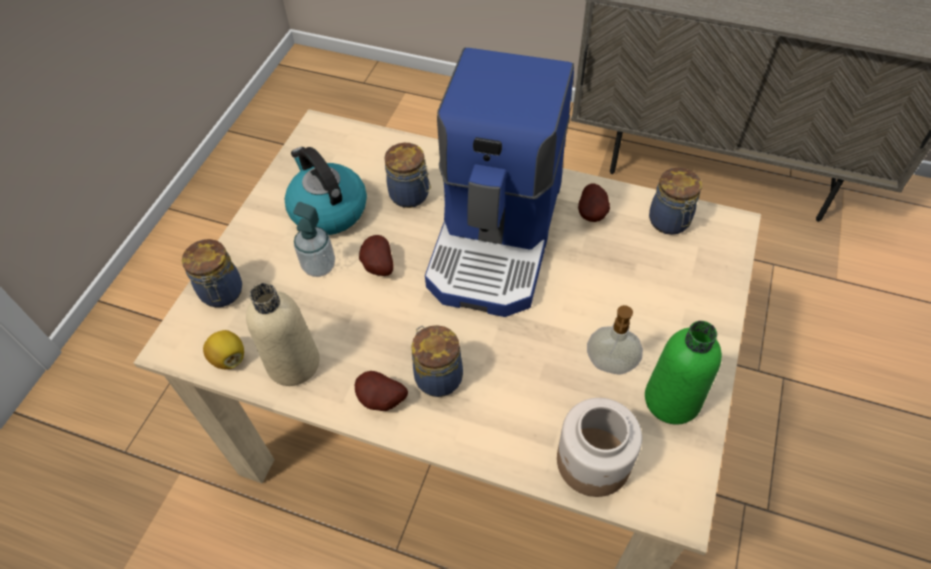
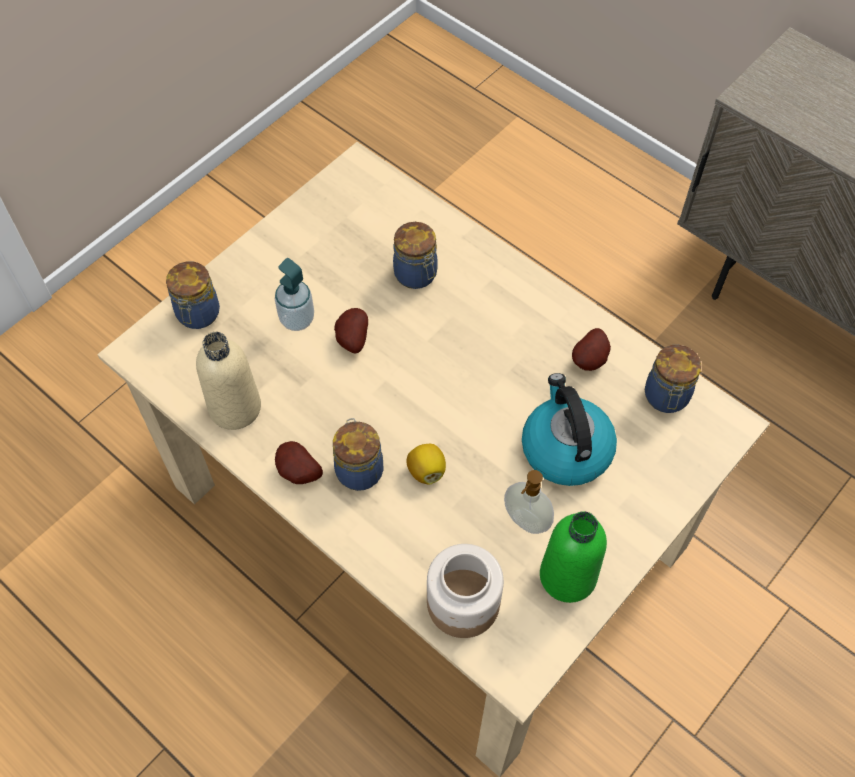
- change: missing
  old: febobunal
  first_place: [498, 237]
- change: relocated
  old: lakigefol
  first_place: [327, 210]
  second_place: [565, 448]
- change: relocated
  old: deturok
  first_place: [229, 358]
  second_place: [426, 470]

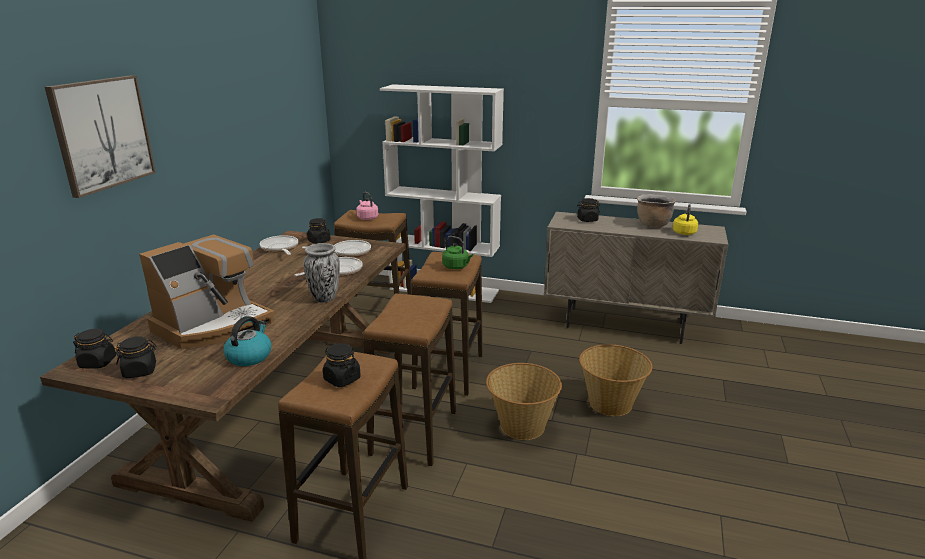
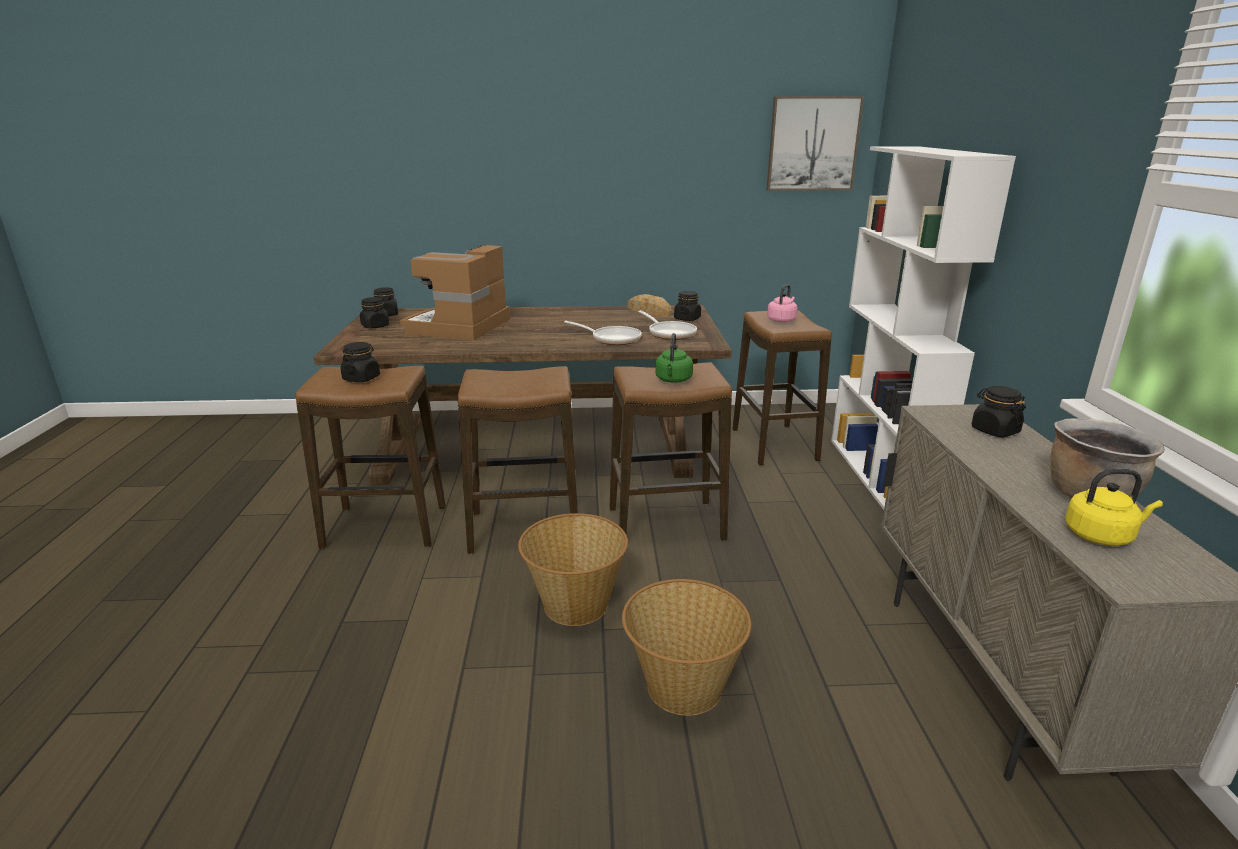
- change: relocated
  old: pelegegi
  first_place: [102, 134]
  second_place: [813, 144]
- change: spun
  old: febobunal
  first_place: [213, 325]
  second_place: [459, 327]
  degrees: 90
- change: exchanged
  old: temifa
  new: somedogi
  first_place: [280, 248]
  second_place: [649, 311]
- change: missing
  old: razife
  first_place: [324, 298]
- change: missing
  old: lakigefol
  first_place: [249, 356]

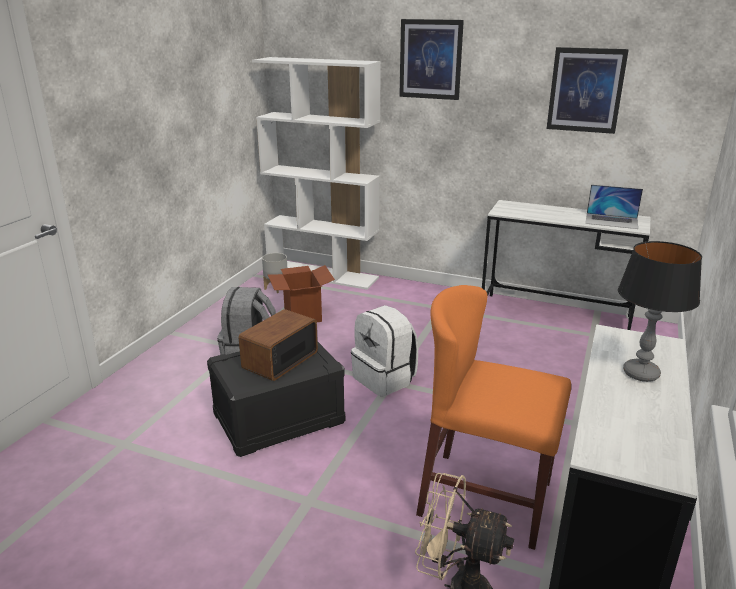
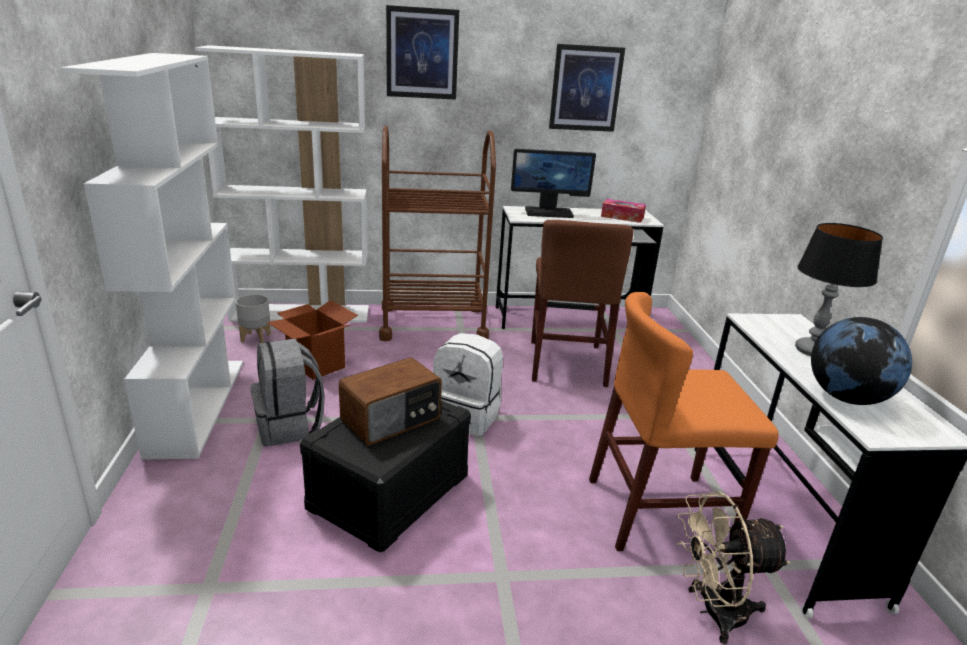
- change: exchanged
  old: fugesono
  new: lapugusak
  first_place: [611, 221]
  second_place: [622, 217]
- change: spun
  old: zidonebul
  first_place: [279, 360]
  second_place: [392, 420]
  degrees: -135
- change: appeared
  new: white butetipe
  second_place: [197, 405]
- change: appeared
  new: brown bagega
  second_place: [433, 323]
- change: appeared
  new: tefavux
  second_place: [549, 212]
- change: appeared
  new: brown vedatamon
  second_place: [566, 362]
- change: appeared
  new: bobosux
  second_place: [846, 398]

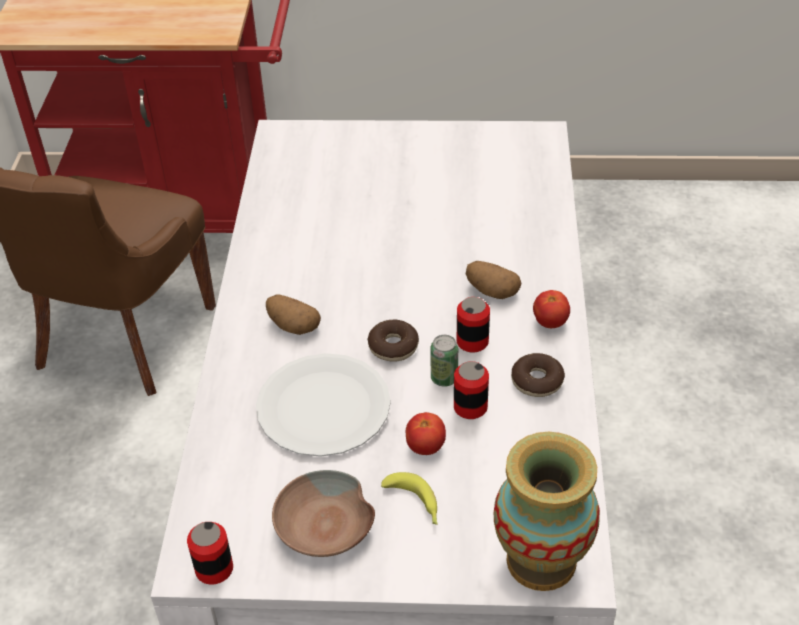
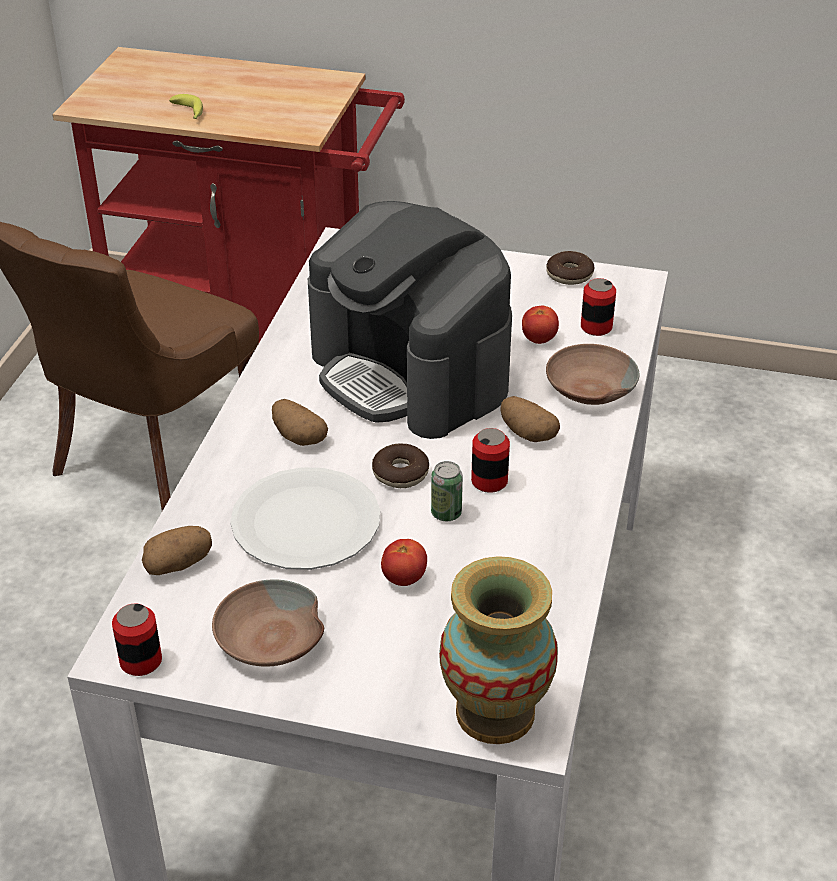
- change: relocated
  old: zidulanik
  first_place: [550, 322]
  second_place: [539, 339]
- change: relocated
  old: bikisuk
  first_place: [537, 381]
  second_place: [569, 275]
- change: relocated
  old: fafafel
  first_place: [470, 407]
  second_place: [596, 327]
- change: relocated
  old: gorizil
  first_place: [415, 504]
  second_place: [189, 113]
- change: appeared
  new: febobunal
  second_place: [411, 373]
- change: appeared
  new: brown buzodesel
  second_place: [588, 388]
- change: appeared
  new: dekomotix
  second_place: [179, 564]

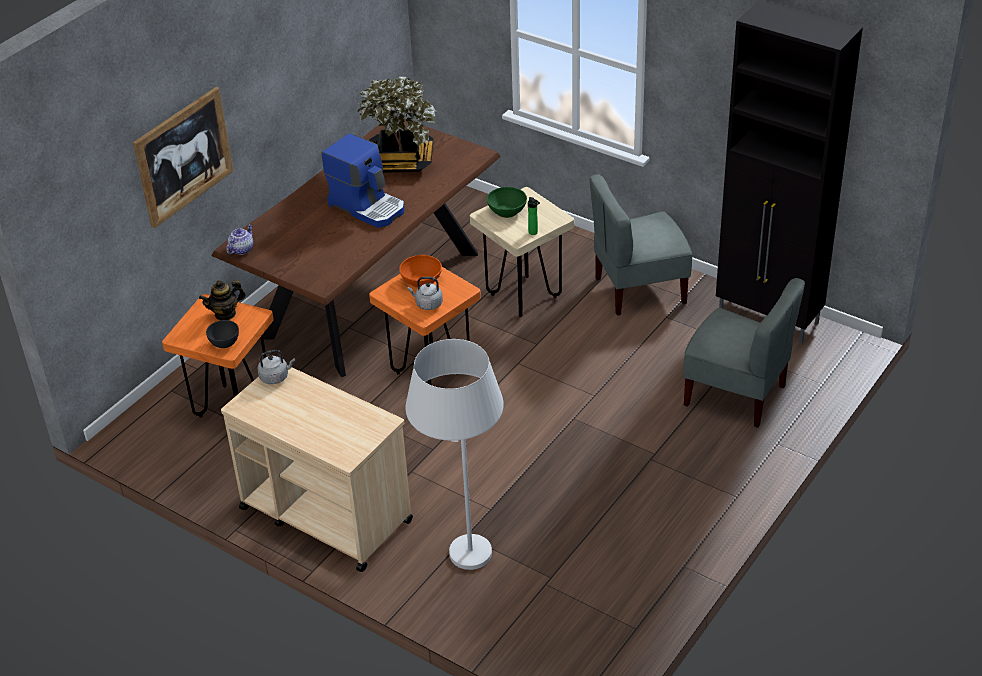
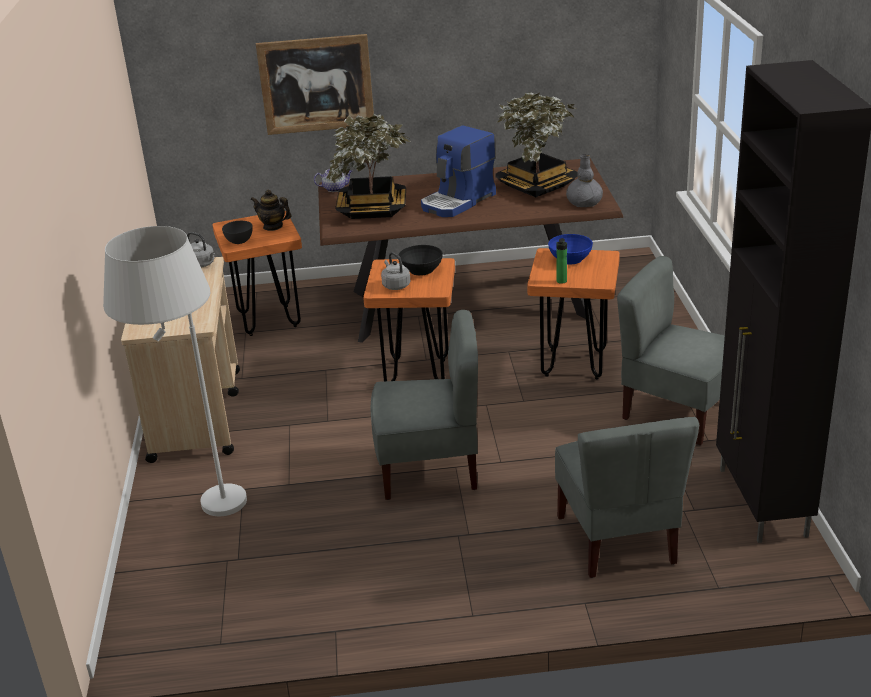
- change: spun
  old: febobunal
  first_place: [368, 206]
  second_place: [458, 201]
  degrees: 45
- change: colour
  old: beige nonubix
  new: orange nonubix
  first_place: [523, 296]
  second_place: [573, 364]
- change: colour
  old: green buzodesel
  new: blue buzodesel
  first_place: [506, 211]
  second_place: [570, 258]
- change: colour
  old: orange buzodesel
  new: black buzodesel
  first_place: [421, 280]
  second_place: [422, 269]
- change: appeared
  new: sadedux
  second_place: [372, 209]
- change: appeared
  new: grey razife
  second_place: [584, 202]
- change: appeared
  new: grey vedatamon
  second_place: [430, 469]

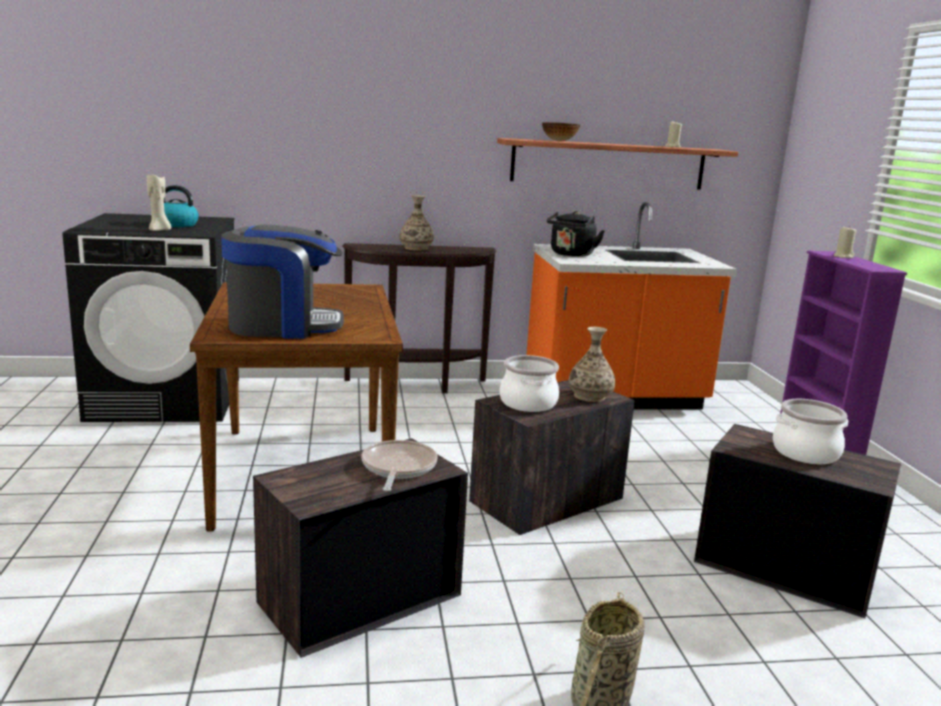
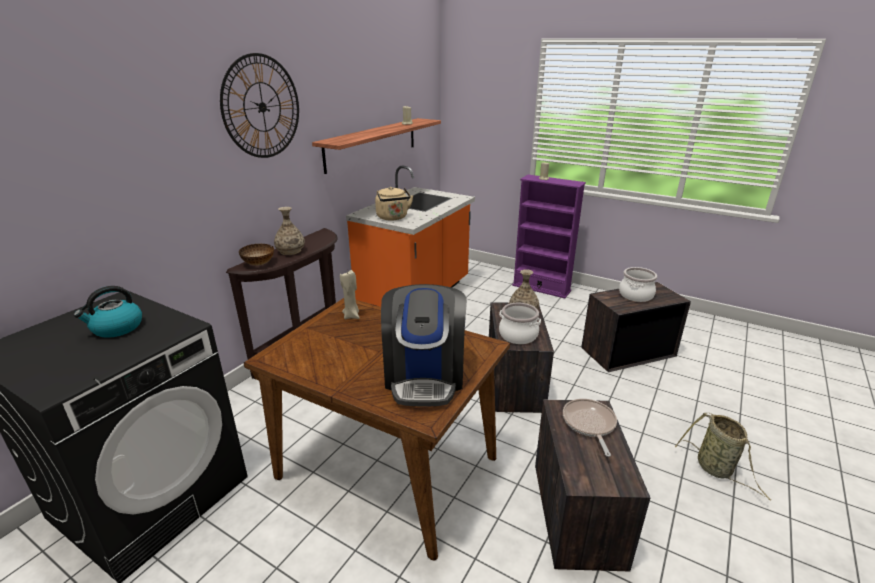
- change: relocated
  old: buzodesel
  first_place: [559, 141]
  second_place: [258, 264]
- change: relocated
  old: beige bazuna
  first_place: [159, 230]
  second_place: [351, 316]
- change: colour
  old: black lakigefol
  new: beige lakigefol
  first_place: [571, 254]
  second_place: [393, 218]
- change: spun
  old: febobunal
  first_place: [283, 326]
  second_place: [424, 376]
  degrees: 150
- change: spun
  old: temifa
  first_place: [397, 468]
  second_place: [589, 424]
  degrees: 45
- change: appeared
  new: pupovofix
  second_place: [262, 107]

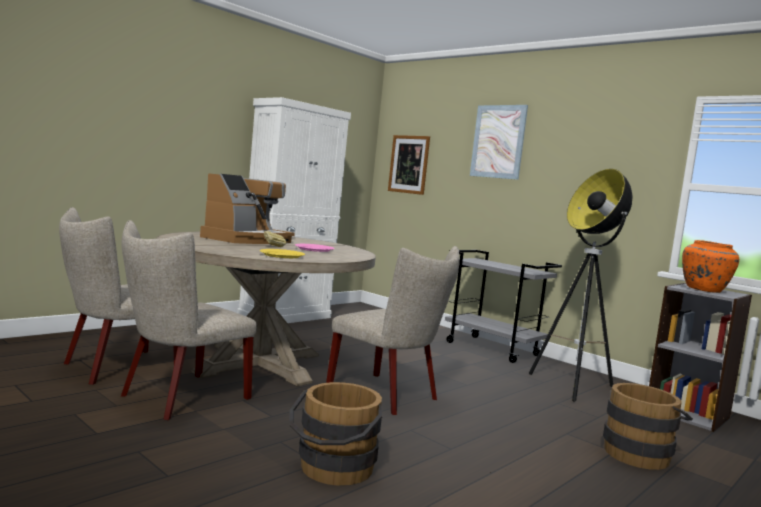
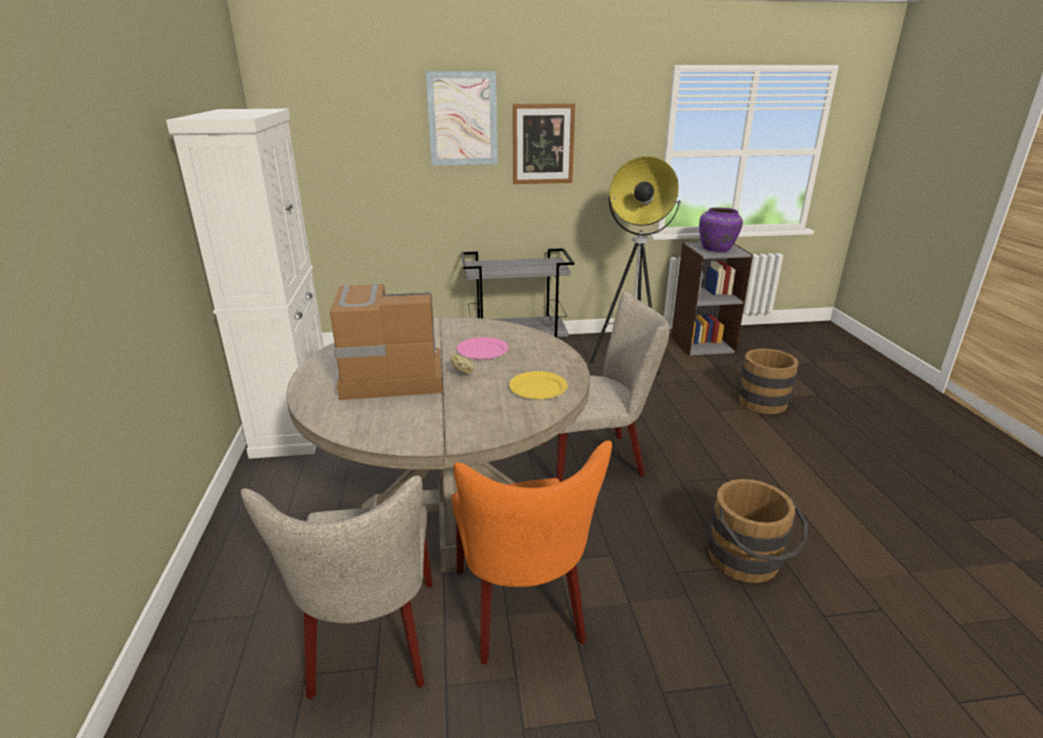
- change: relocated
  old: pelegegi
  first_place: [409, 164]
  second_place: [543, 144]
- change: spun
  old: febobunal
  first_place: [246, 239]
  second_place: [390, 376]
  degrees: -75
- change: colour
  old: beige vedatamon
  new: orange vedatamon
  first_place: [178, 398]
  second_place: [522, 611]
- change: colour
  old: orange razife
  new: purple razife
  first_place: [704, 290]
  second_place: [717, 249]

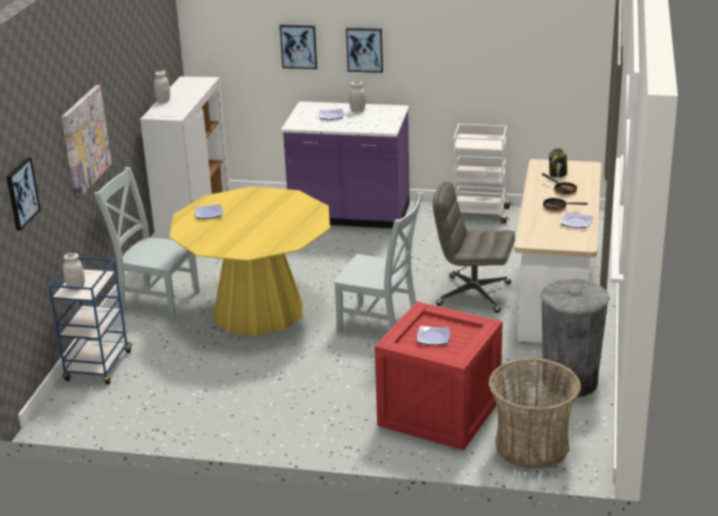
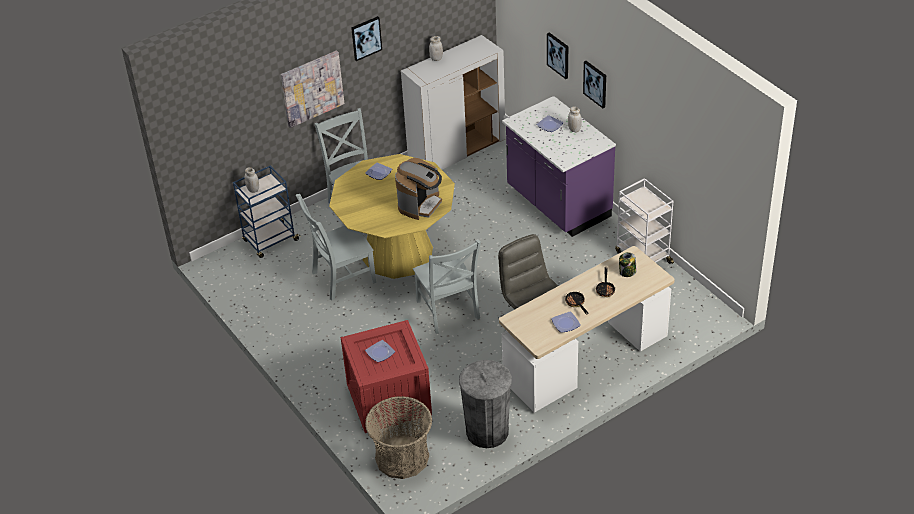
- change: relocated
  old: pelegegi
  first_place: [21, 193]
  second_place: [366, 38]
- change: appeared
  new: febobunal
  second_place: [420, 204]
- change: appeared
  new: grey vedatamon
  second_place: [341, 278]

